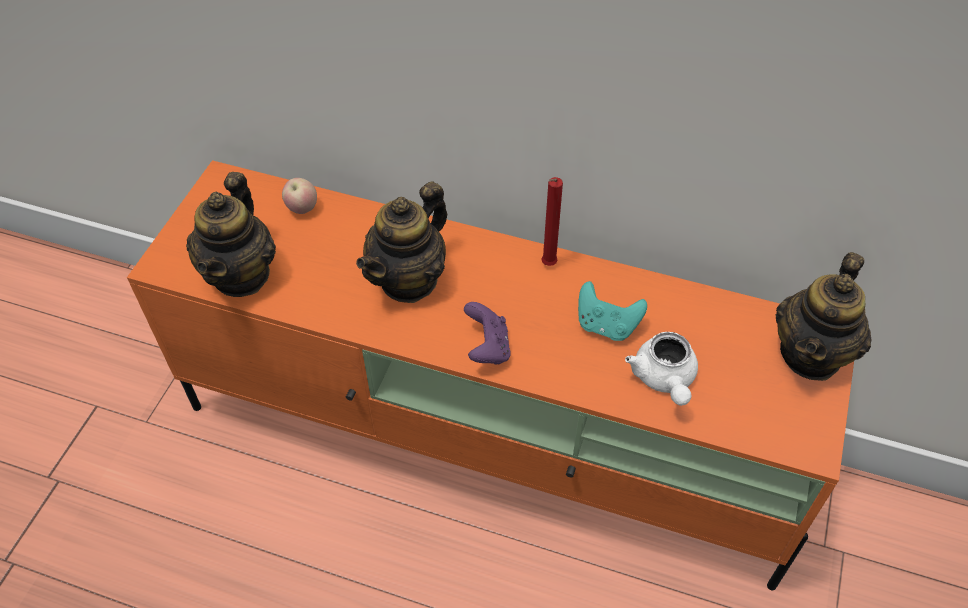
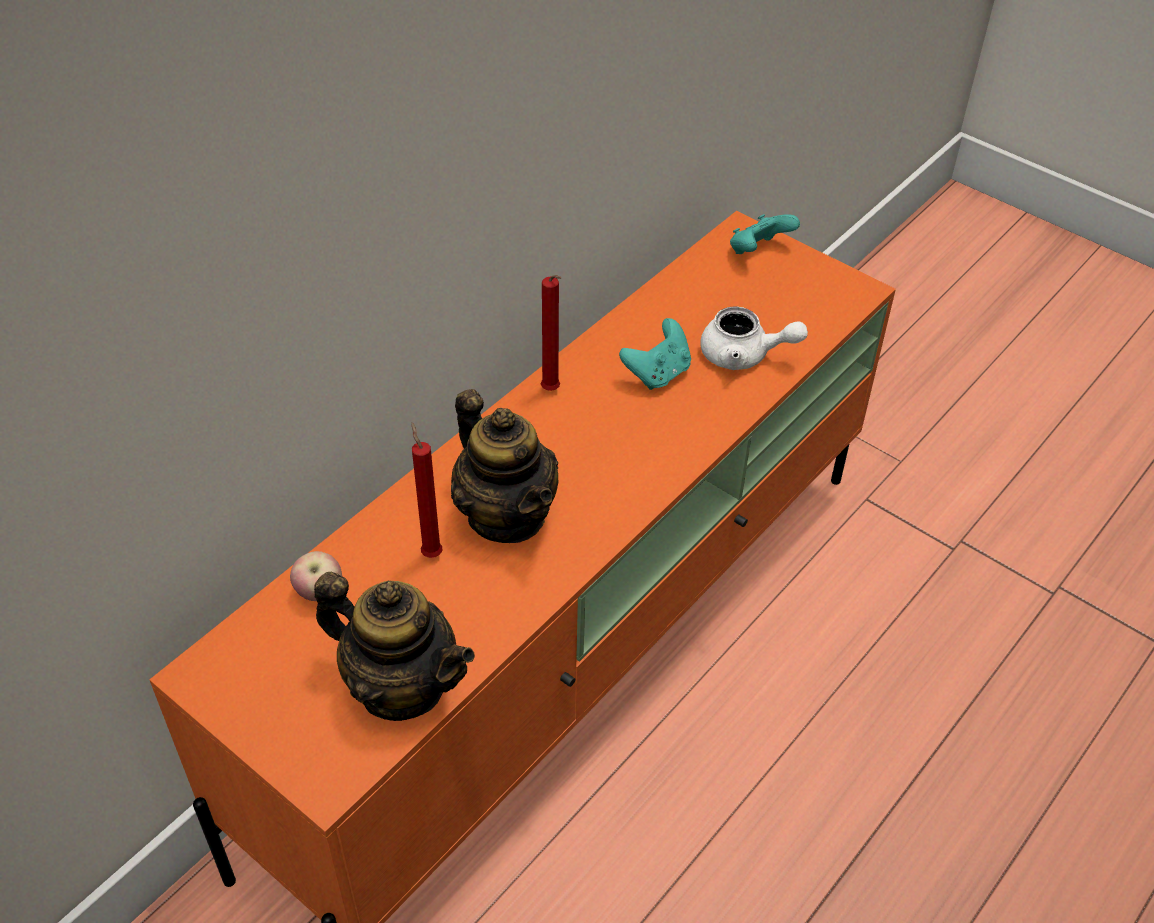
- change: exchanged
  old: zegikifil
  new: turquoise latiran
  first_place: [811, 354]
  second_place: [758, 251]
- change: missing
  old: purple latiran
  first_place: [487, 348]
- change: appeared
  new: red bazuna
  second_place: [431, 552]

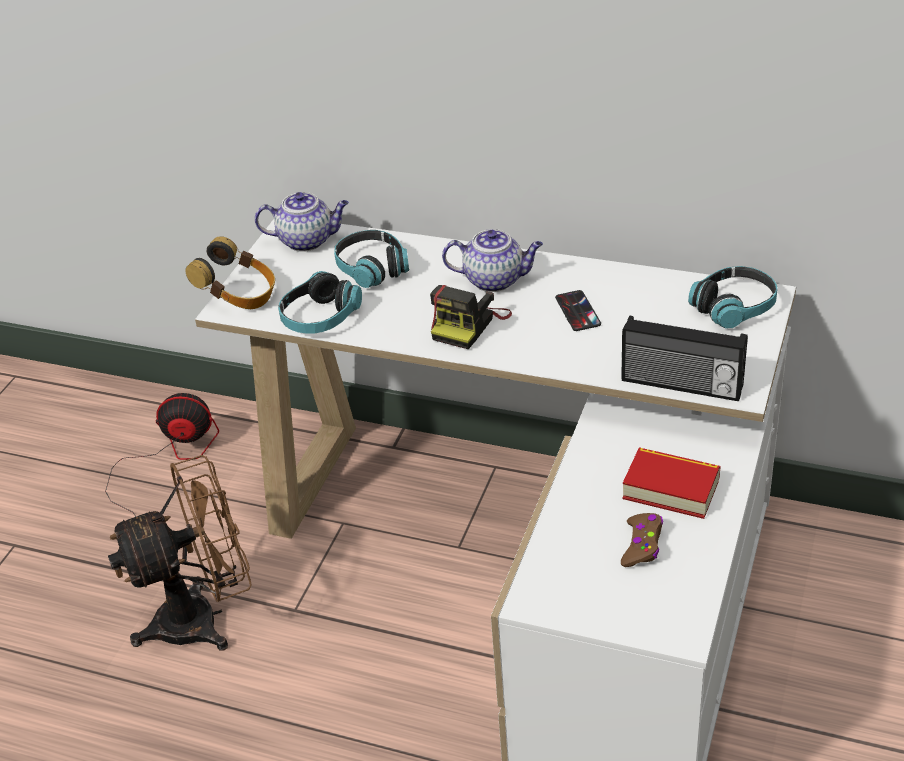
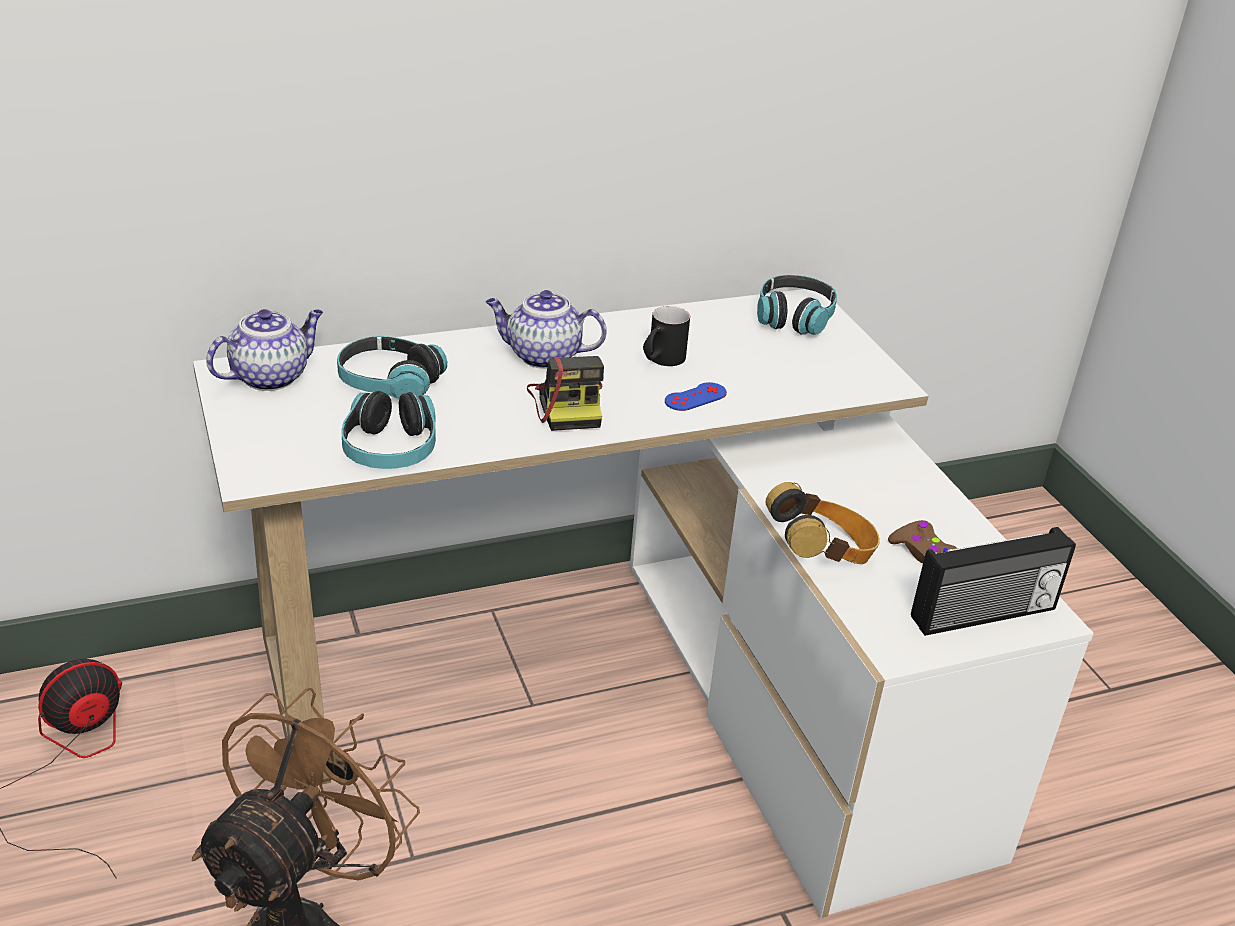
- change: spun
  old: zegikifil
  first_place: [495, 280]
  second_place: [542, 356]
  degrees: -135
- change: relocated
  old: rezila
  first_place: [239, 296]
  second_place: [821, 554]
- change: exchanged
  old: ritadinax
  new: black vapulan
  first_place: [577, 311]
  second_place: [661, 361]
- change: relocated
  old: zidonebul
  first_place: [681, 385]
  second_place: [984, 615]
- change: missing
  old: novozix
  first_place: [671, 489]
- change: appeared
  new: blue latiran
  second_place: [695, 397]

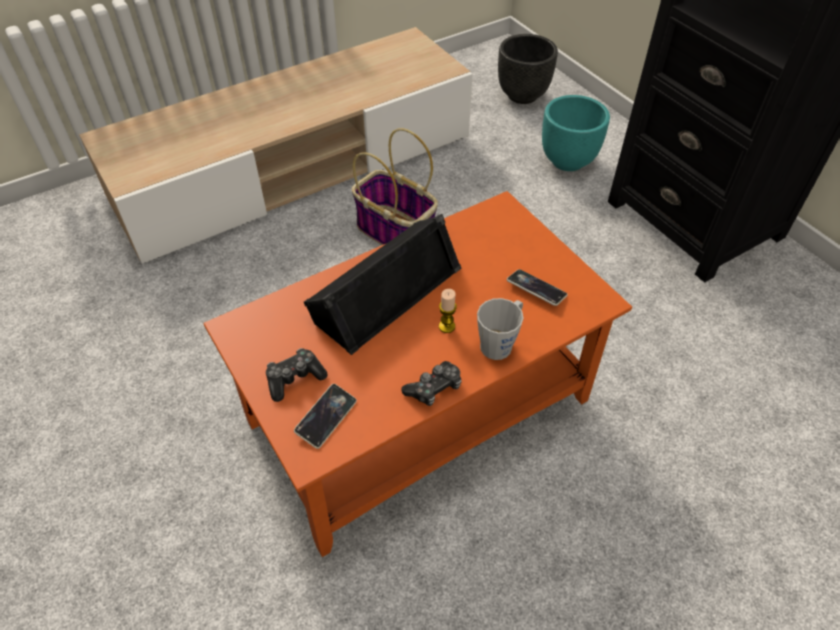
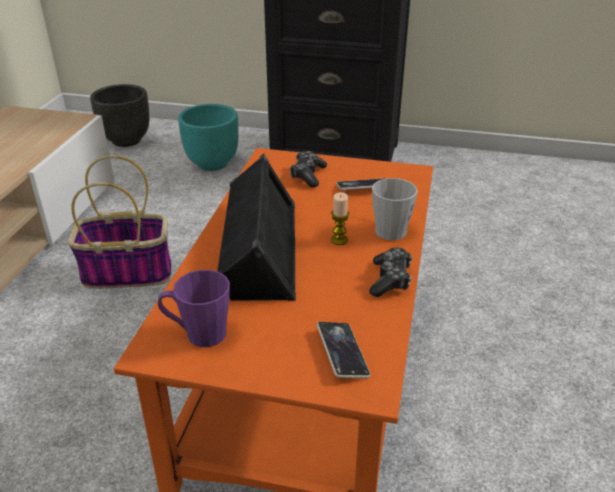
- change: relocated
  old: latiran
  first_place: [294, 378]
  second_place: [307, 175]
- change: appeared
  new: purple vapulan
  second_place: [198, 334]

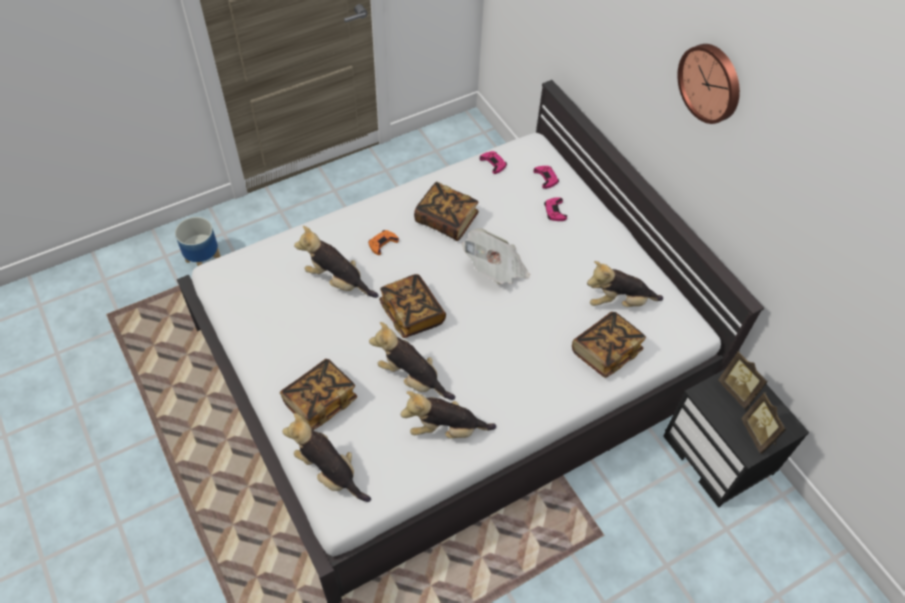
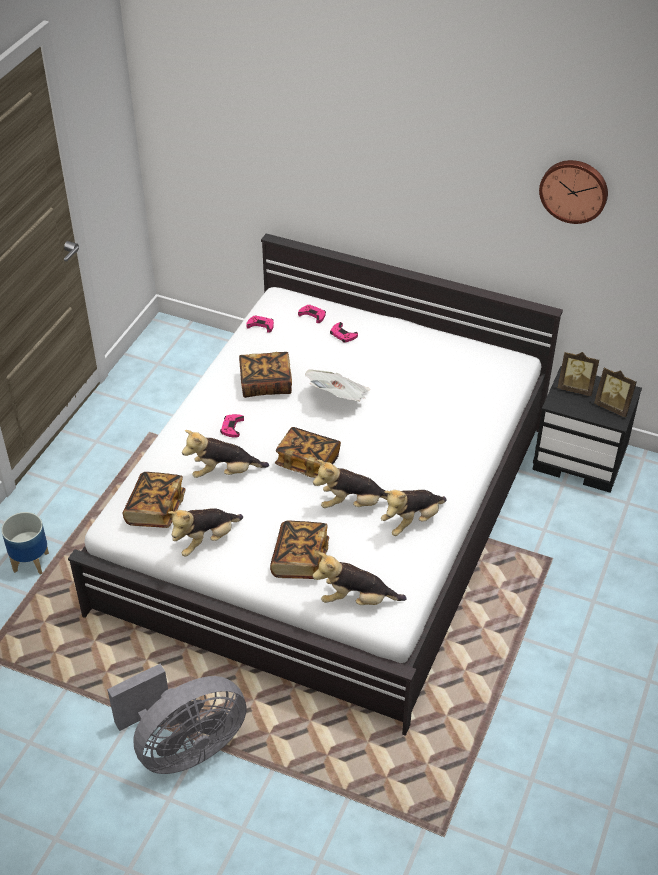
- change: relocated
  old: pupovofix
  first_place: [711, 82]
  second_place: [574, 190]
- change: colour
  old: orange latiran
  new: pink latiran
  first_place: [382, 243]
  second_place: [232, 427]
- change: relocated
  old: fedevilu
  first_place: [618, 301]
  second_place: [206, 540]
- change: relocated
  old: novozix
  first_place: [605, 351]
  second_place: [155, 510]
- change: appeared
  new: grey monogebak
  second_place: [184, 747]

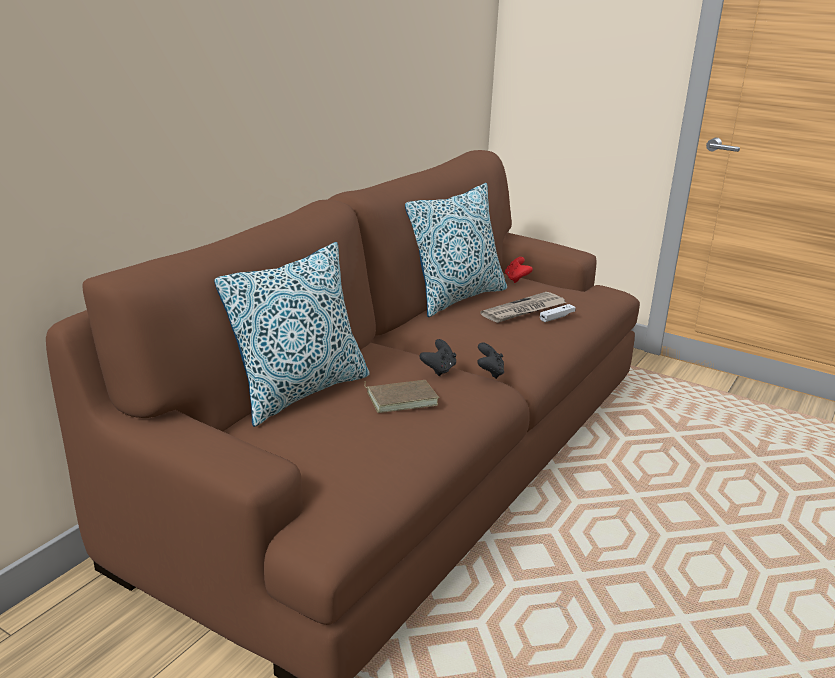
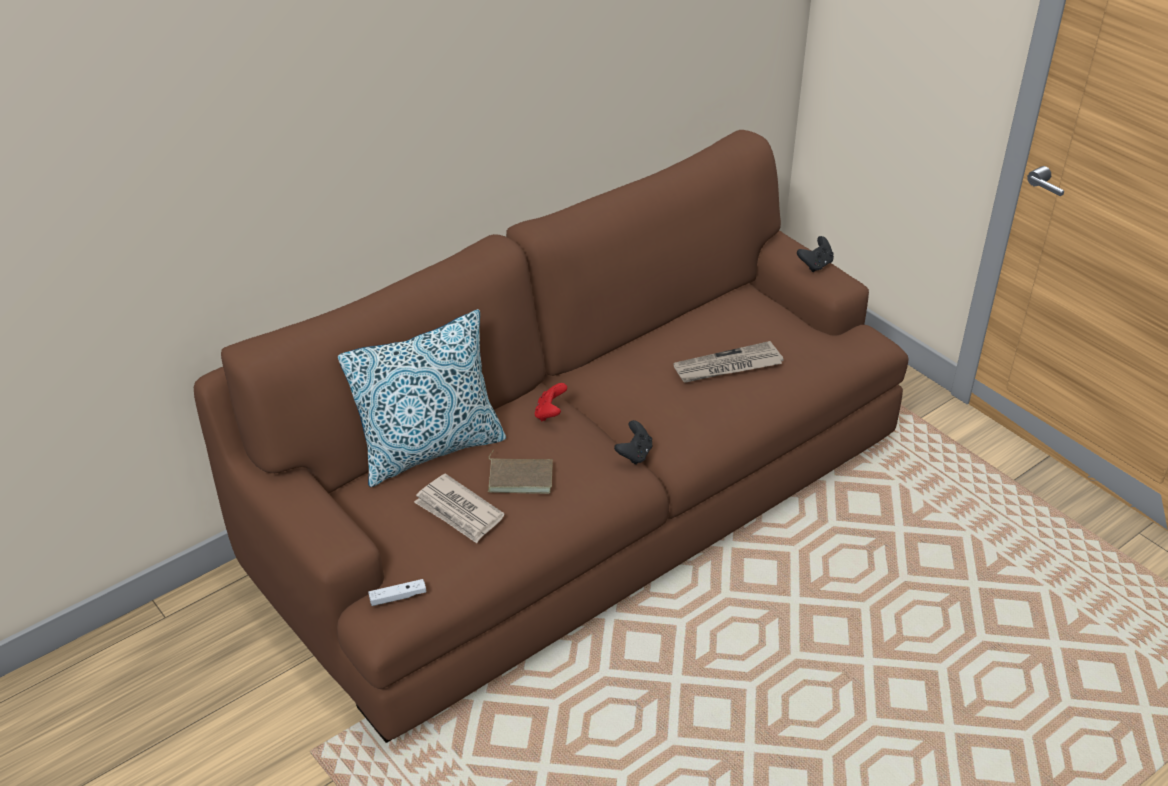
- change: missing
  old: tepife
  first_place: [456, 297]
- change: relocated
  old: red latiran
  first_place: [516, 279]
  second_place: [550, 413]
- change: relocated
  old: white latiran
  first_place: [557, 317]
  second_place: [398, 597]
- change: relocated
  old: black latiran
  first_place: [439, 370]
  second_place: [815, 265]
- change: appeared
  new: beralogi
  second_place: [459, 512]

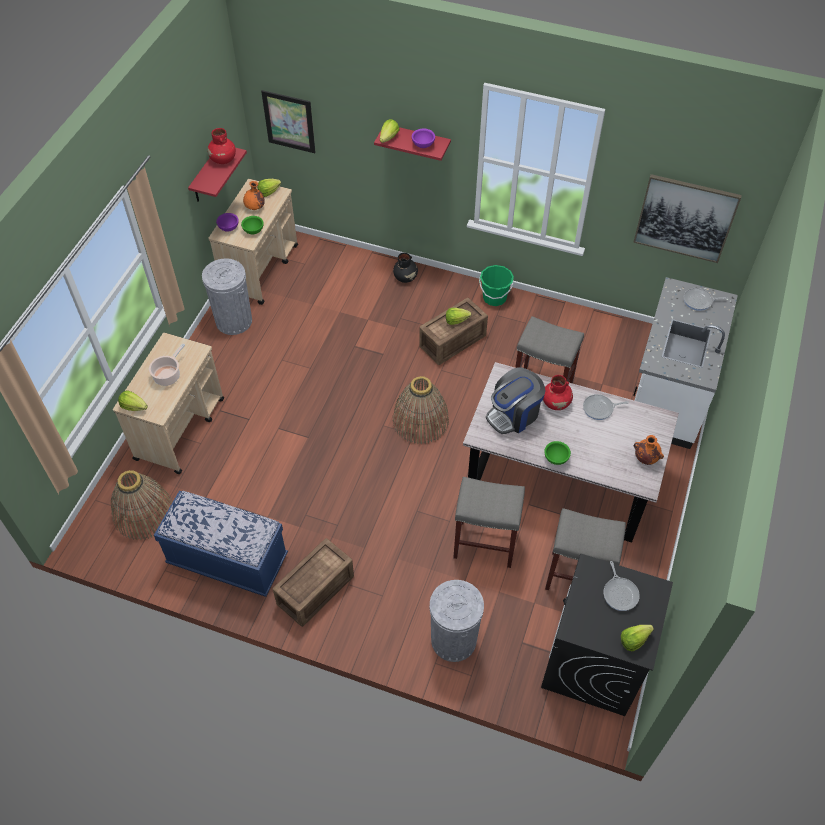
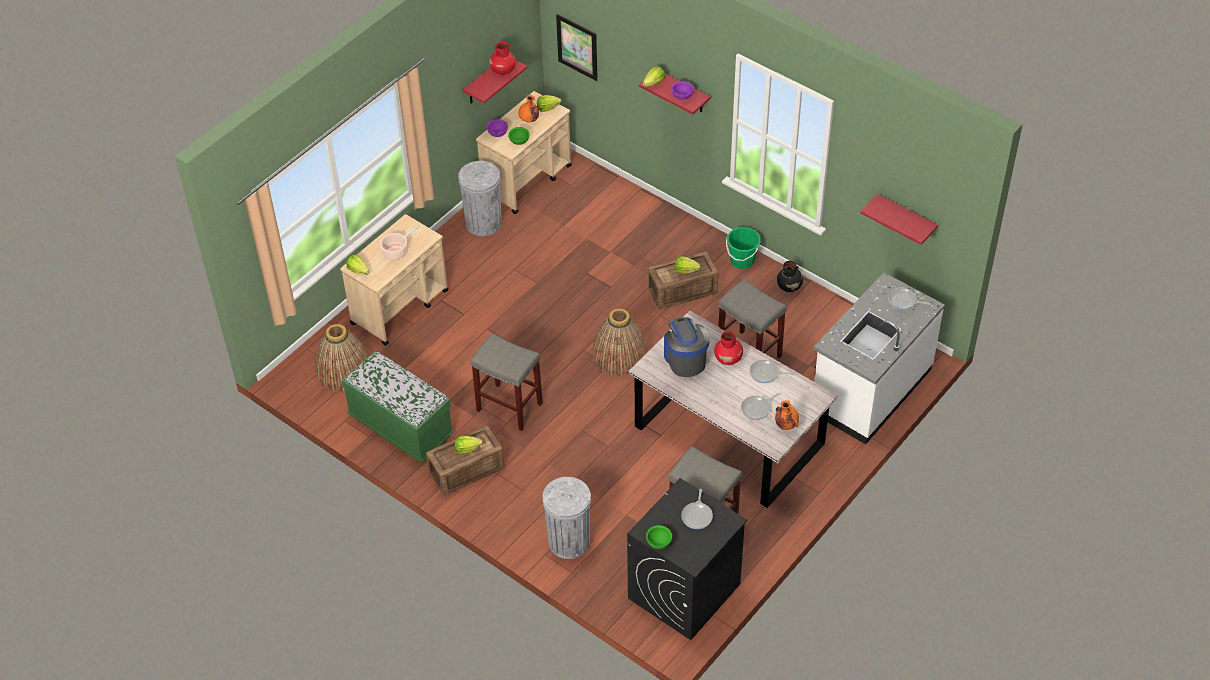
- change: exchanged
  old: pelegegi
  new: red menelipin
  first_place: [685, 218]
  second_place: [906, 218]
- change: relocated
  old: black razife
  first_place: [405, 277]
  second_place: [789, 286]
- change: spun
  old: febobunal
  first_place: [514, 414]
  second_place: [685, 359]
  degrees: 90
- change: relocated
  old: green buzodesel
  first_place: [555, 458]
  second_place: [658, 542]
- change: relocated
  old: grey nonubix
  first_place: [484, 544]
  second_place: [508, 407]
- change: colour
  old: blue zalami
  new: green zalami
  first_place: [228, 560]
  second_place: [401, 427]
- change: relocated
  old: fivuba
  first_place: [634, 640]
  second_place: [467, 449]
- change: appeared
  new: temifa
  second_place: [757, 408]

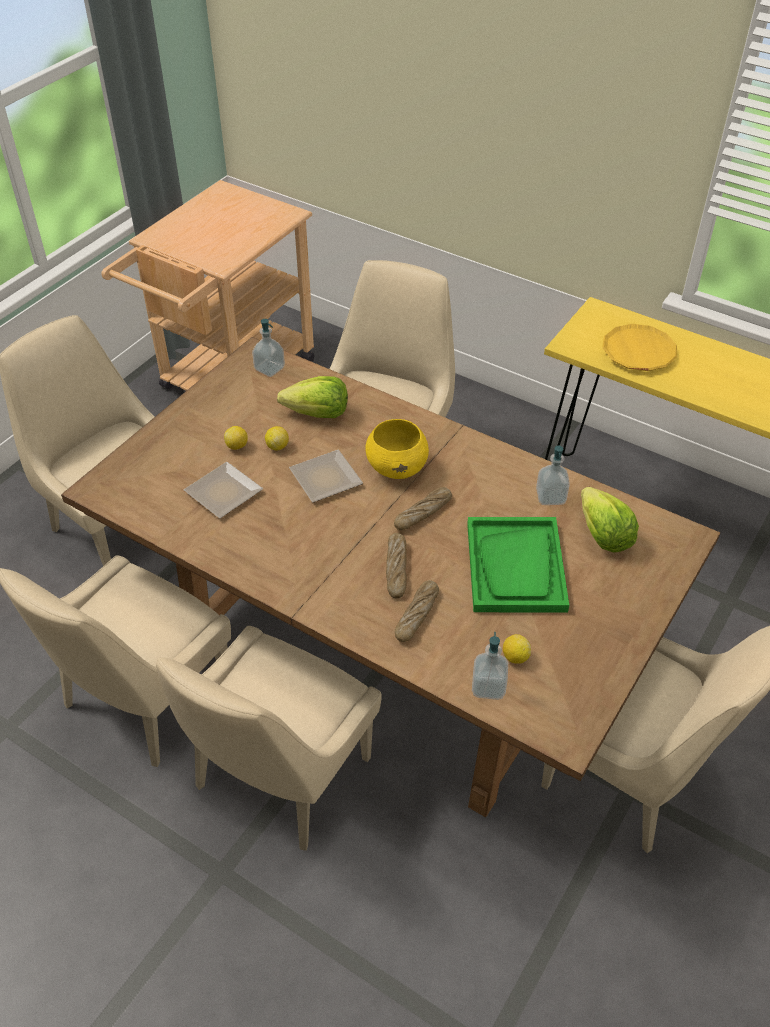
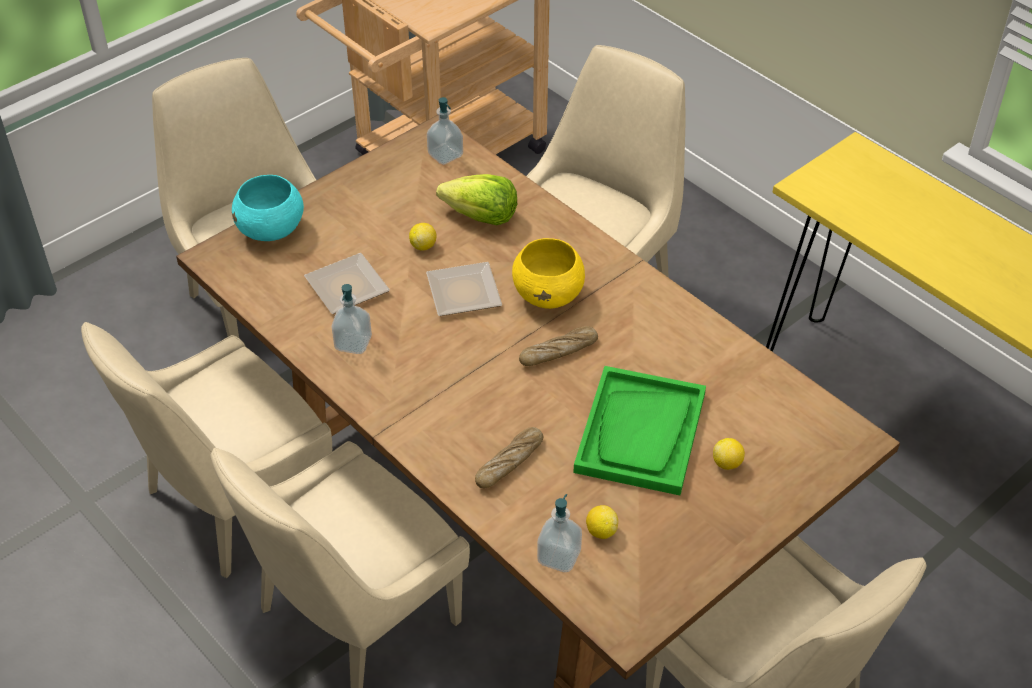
- change: missing
  old: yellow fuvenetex
  first_place: [638, 352]
- change: relocated
  old: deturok
  first_place: [237, 446]
  second_place: [727, 463]
- change: relocated
  old: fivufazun
  first_place: [550, 497]
  second_place: [353, 343]
- change: missing
  old: fivuba
  first_place: [603, 535]
- change: missing
  old: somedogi
  first_place: [396, 569]
- change: appeared
  new: turquoise buzodesel
  second_place: [271, 230]

